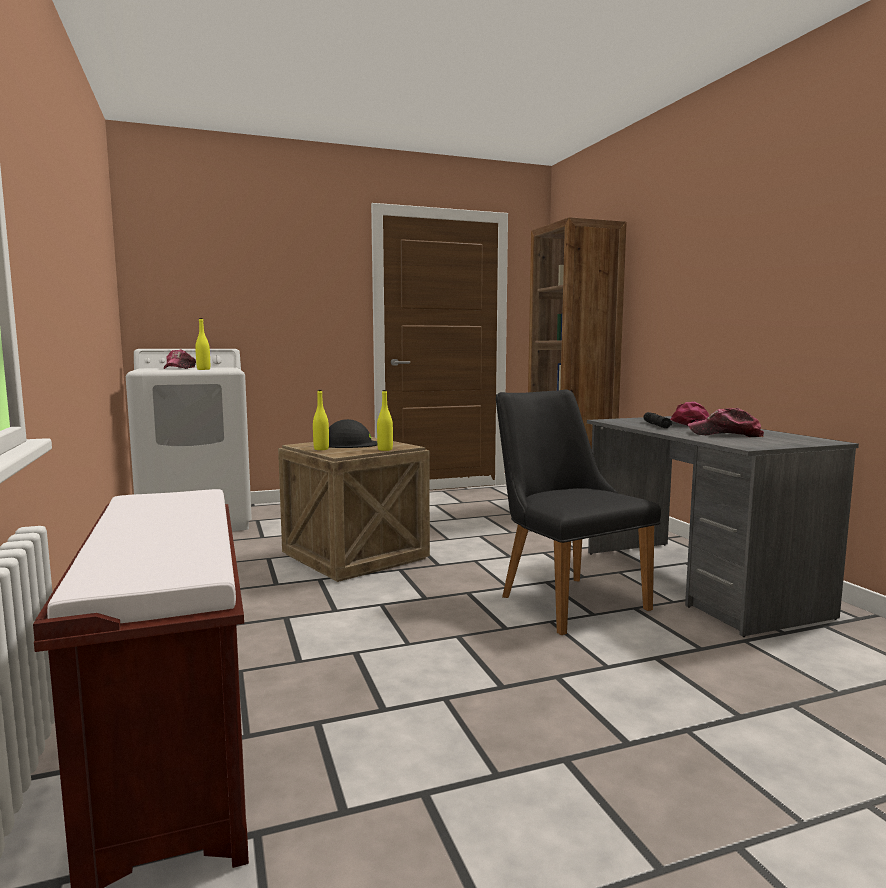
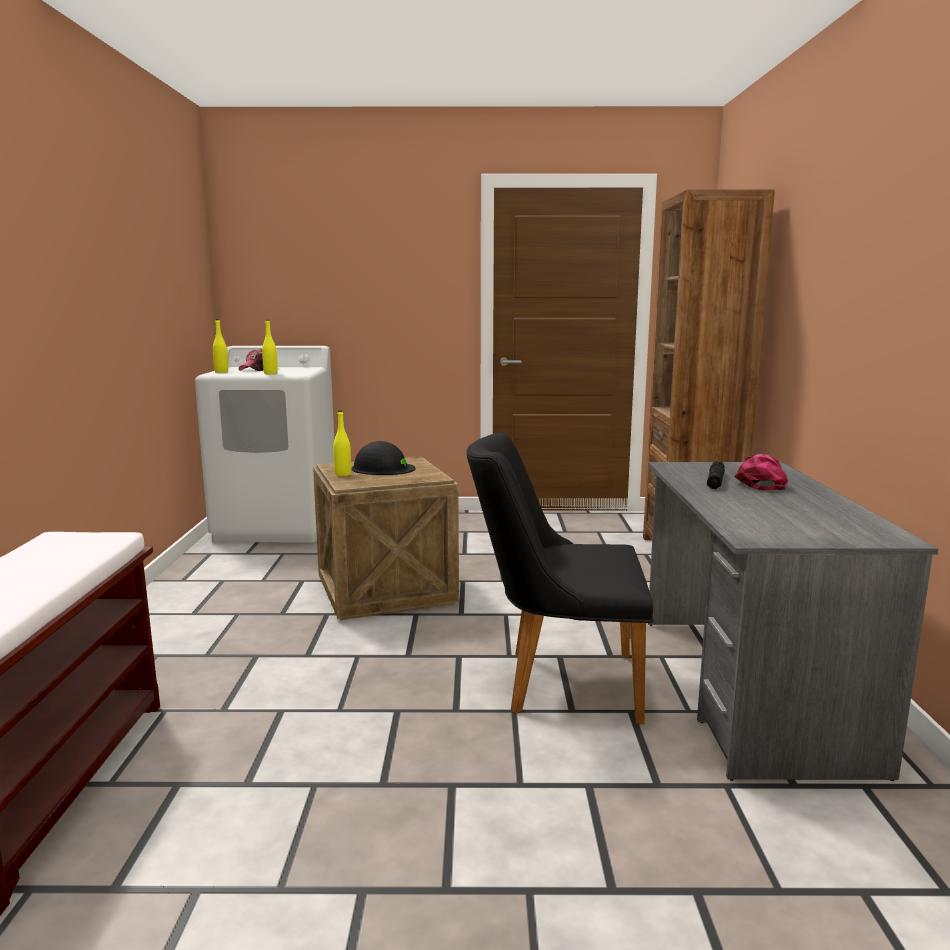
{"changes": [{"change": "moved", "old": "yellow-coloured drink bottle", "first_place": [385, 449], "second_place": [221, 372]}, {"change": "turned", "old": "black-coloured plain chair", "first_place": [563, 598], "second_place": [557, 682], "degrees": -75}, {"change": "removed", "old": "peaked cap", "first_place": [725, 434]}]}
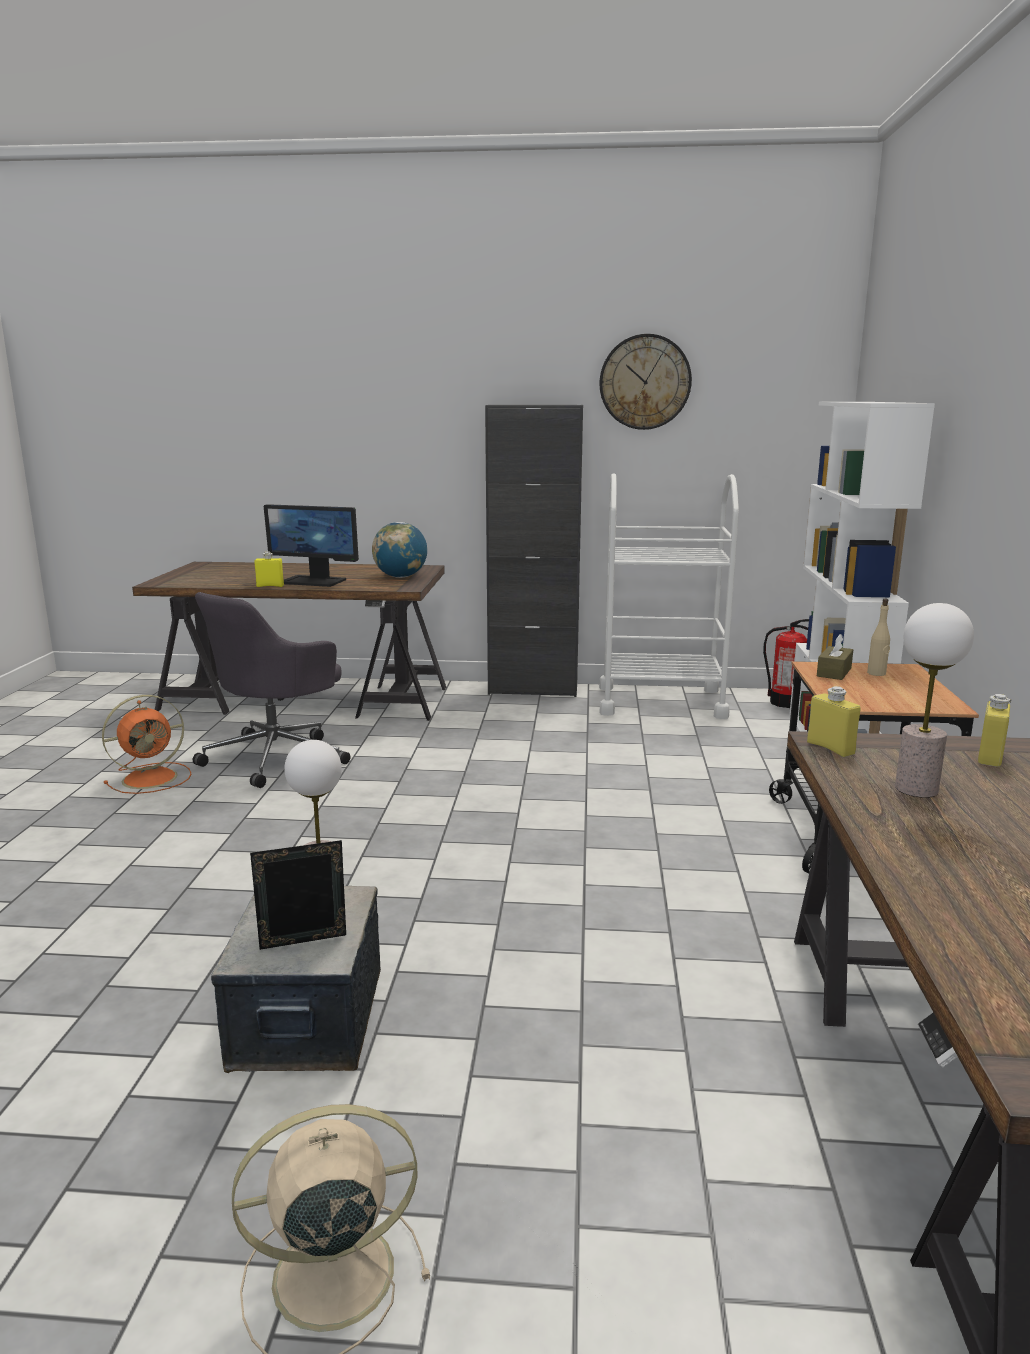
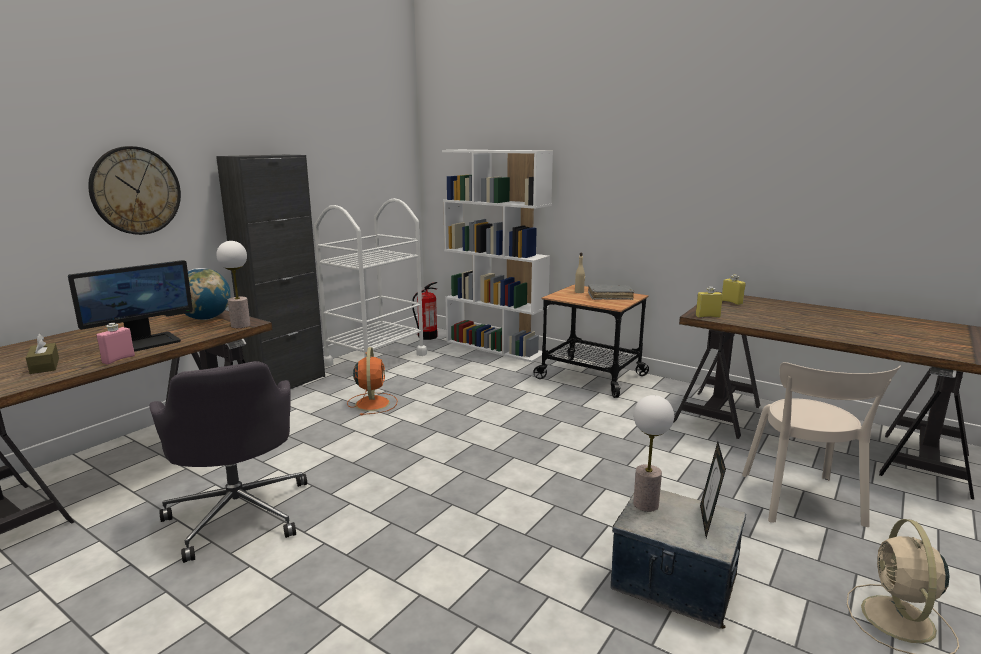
{"changes": [{"change": "moved", "old": "brown-coloured tissue holder", "first_place": [834, 672], "second_place": [44, 366]}, {"change": "moved", "old": "wall clock", "first_place": [645, 382], "second_place": [135, 191]}, {"change": "recoloured", "old": "yellow-coloured drink bottle", "new": "pink drink bottle", "first_place": [270, 586], "second_place": [118, 359]}, {"change": "moved", "old": "table lamp", "first_place": [915, 789], "second_place": [240, 325]}, {"change": "moved", "old": "orangey electric fan", "first_place": [152, 778], "second_place": [372, 403]}, {"change": "added", "new": "greyish volume", "second_place": [610, 297]}, {"change": "added", "new": "sand-coloured plain chair", "second_place": [803, 502]}]}
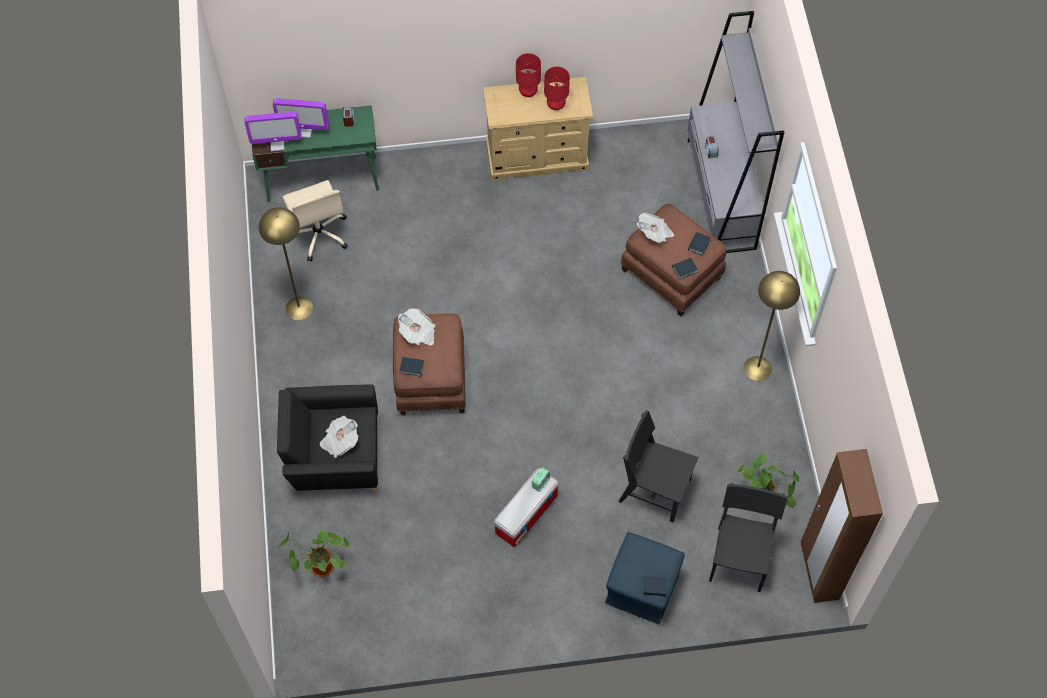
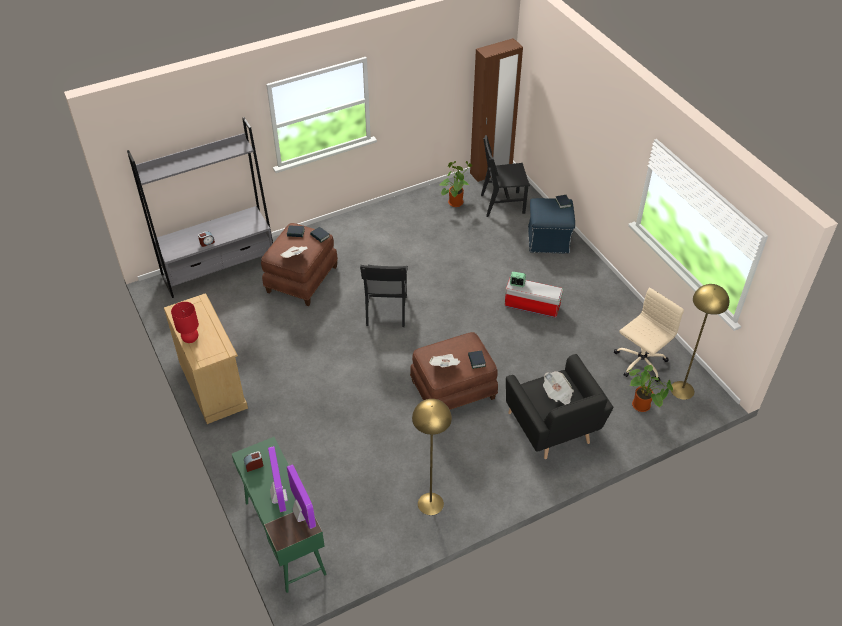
{"changes": [{"change": "moved", "old": "black-coloured plain chair", "first_place": [654, 490], "second_place": [386, 310]}, {"change": "moved", "old": "sand-coloured office chair", "first_place": [319, 234], "second_place": [640, 363]}, {"change": "moved", "old": "yellow-coloured floor lamp", "first_place": [757, 368], "second_place": [682, 390]}, {"change": "removed", "old": "red-coloured table lamp", "first_place": [556, 105]}]}
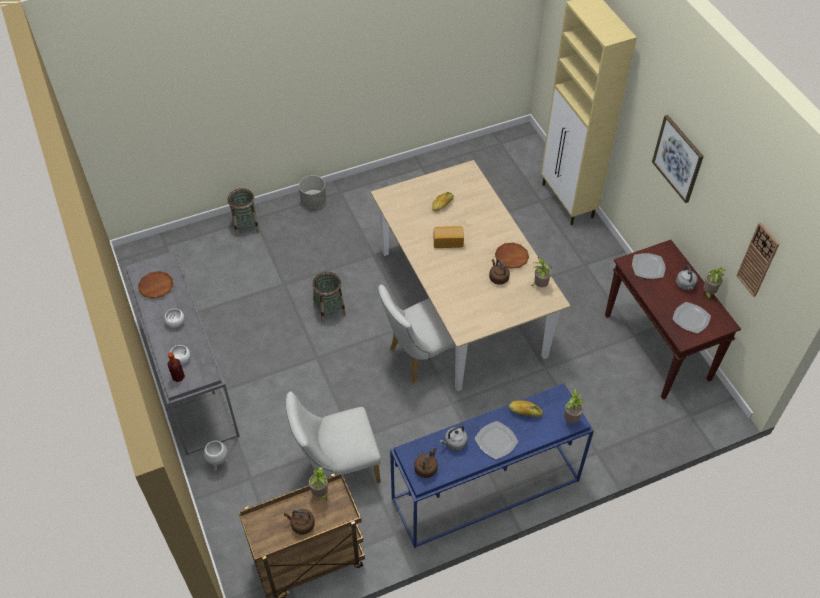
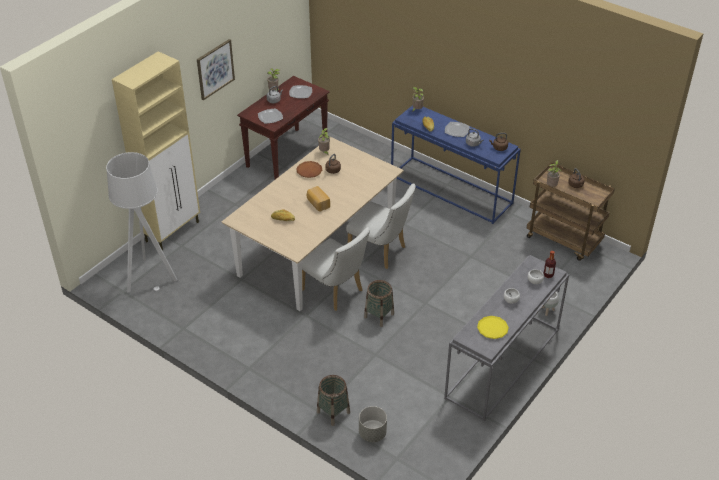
{"changes": [{"change": "added", "new": "greyish floor lamp", "second_place": [149, 277]}, {"change": "moved", "old": "white plain chair", "first_place": [337, 468], "second_place": [335, 292]}, {"change": "moved", "old": "greyish plant pot", "first_place": [314, 201], "second_place": [372, 433]}, {"change": "recoloured", "old": "brown-coloured flat dish", "new": "yellow-coloured flat dish", "first_place": [156, 286], "second_place": [492, 329]}, {"change": "removed", "old": "wall clock", "first_place": [758, 260]}]}
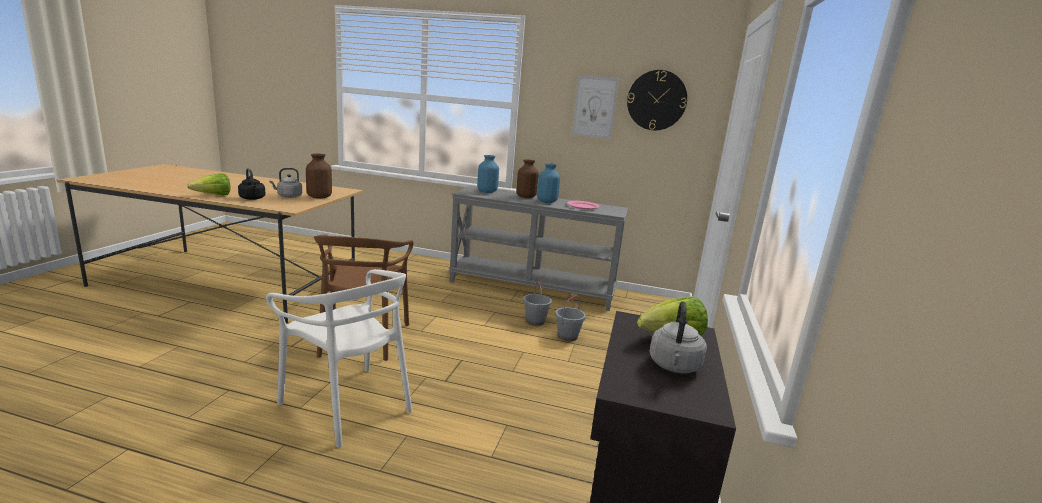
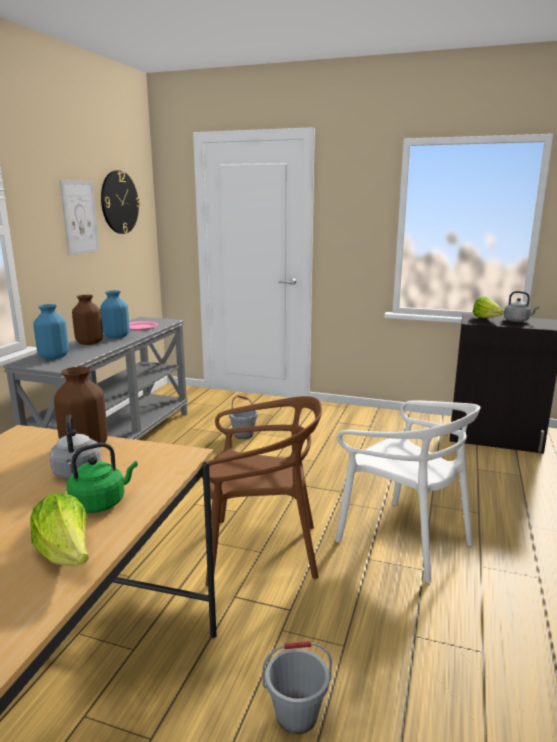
{"changes": [{"change": "recoloured", "old": "black-coloured kettle", "new": "greenish kettle", "first_place": [252, 198], "second_place": [101, 503]}, {"change": "moved", "old": "greyish pail", "first_place": [535, 321], "second_place": [297, 714]}, {"change": "turned", "old": "white plain chair", "first_place": [348, 405], "second_place": [404, 540], "degrees": 90}]}
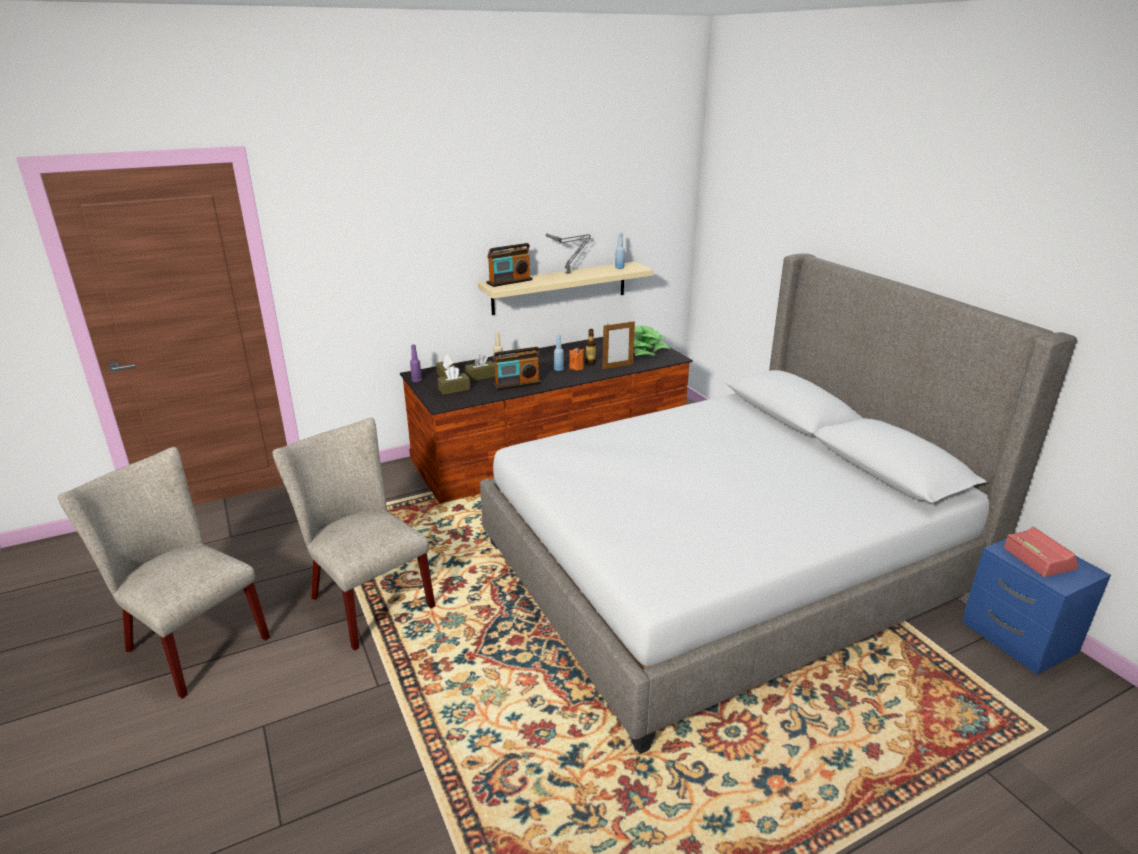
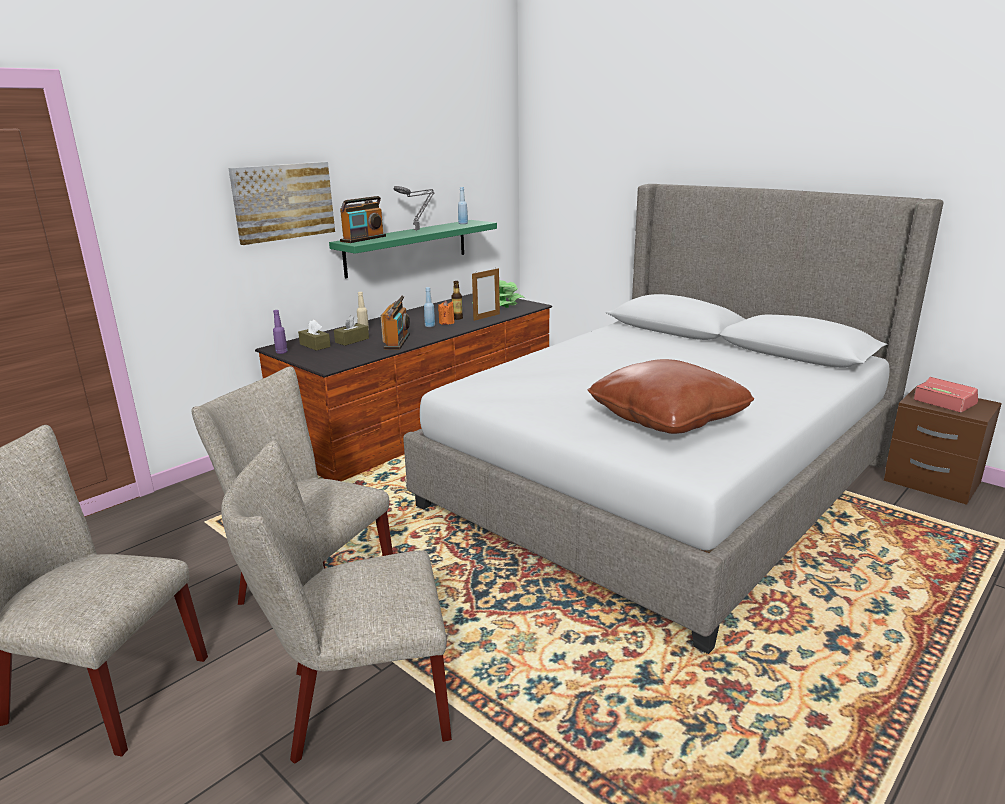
{"changes": [{"change": "added", "new": "sand-coloured plain chair", "second_place": [357, 703]}, {"change": "added", "new": "wall art", "second_place": [283, 201]}, {"change": "recoloured", "old": "sand-coloured wall shelf", "new": "greenish wall shelf", "first_place": [559, 287], "second_place": [407, 247]}, {"change": "turned", "old": "radio", "first_place": [517, 384], "second_place": [397, 341], "degrees": -45}, {"change": "added", "new": "brown-coloured pillow", "second_place": [667, 418]}, {"change": "recoloured", "old": "bluish bedside table", "new": "brown-coloured bedside table", "first_place": [1017, 638], "second_place": [931, 482]}, {"change": "removed", "old": "brown-coloured tissue holder", "first_place": [454, 389]}]}
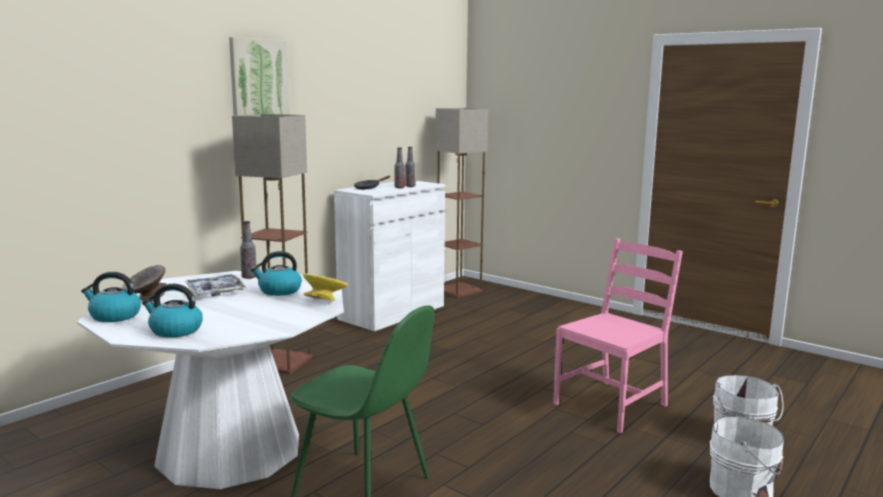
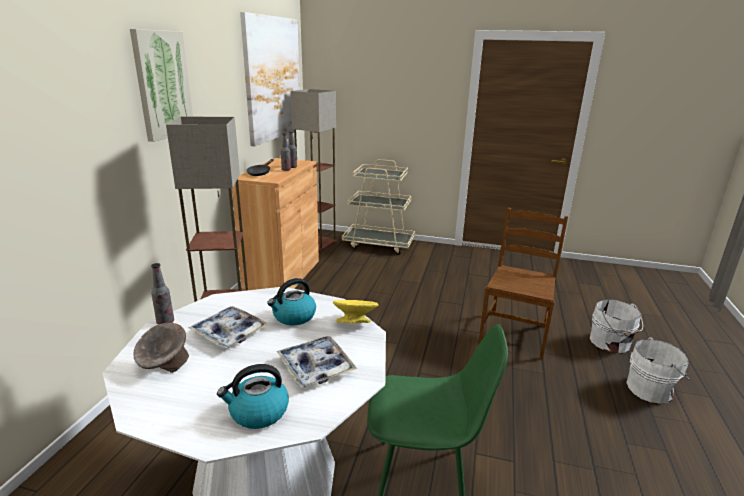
{"changes": [{"change": "moved", "old": "drink bottle", "first_place": [249, 277], "second_place": [165, 322]}, {"change": "recoloured", "old": "white storage cabinet", "new": "brown-coloured storage cabinet", "first_place": [392, 312], "second_place": [283, 275]}, {"change": "added", "new": "wall art", "second_place": [273, 79]}, {"change": "added", "new": "carrying tray", "second_place": [316, 367]}, {"change": "added", "new": "sand-coloured wheeled cart", "second_place": [379, 244]}, {"change": "recoloured", "old": "pink plain chair", "new": "brown-coloured plain chair", "first_place": [611, 404], "second_place": [514, 333]}, {"change": "removed", "old": "kettle", "first_place": [114, 316]}]}
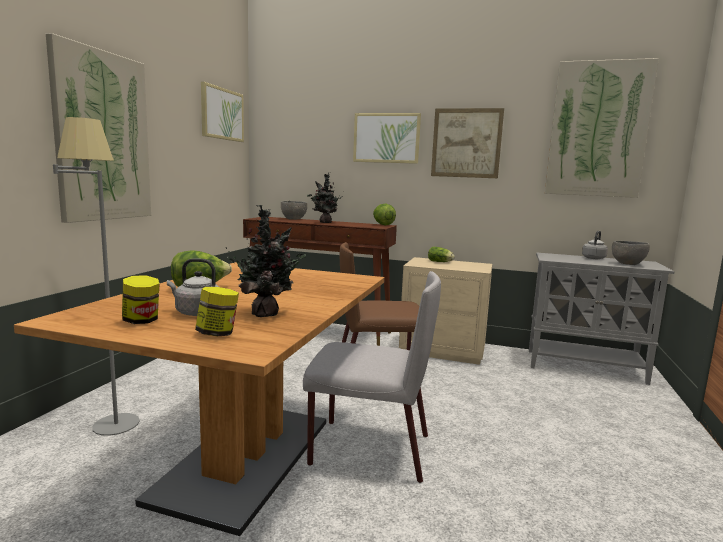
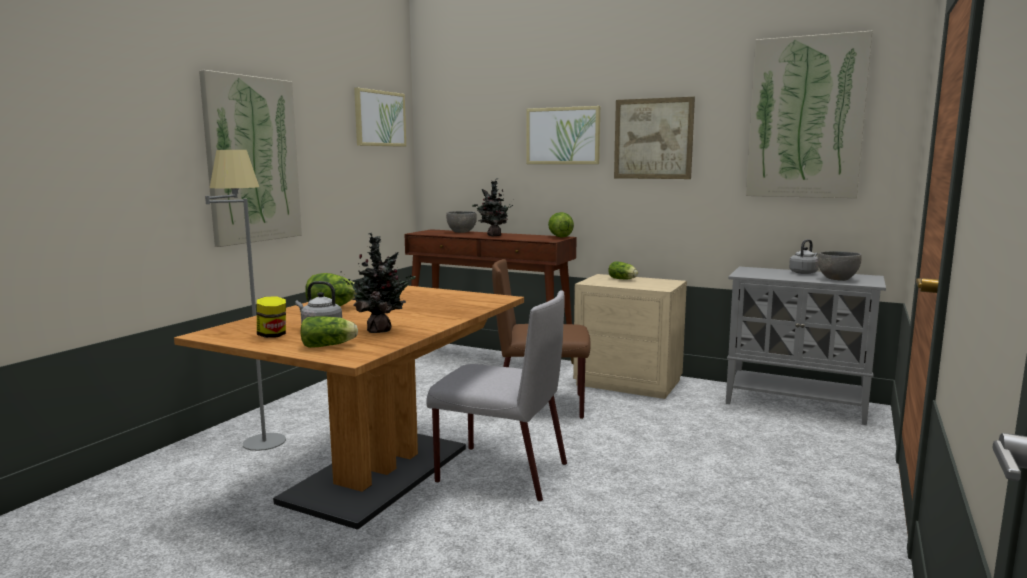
{"changes": [{"change": "replaced", "old": "jar", "new": "lettuce head", "first_place": [217, 334], "second_place": [330, 345]}]}
